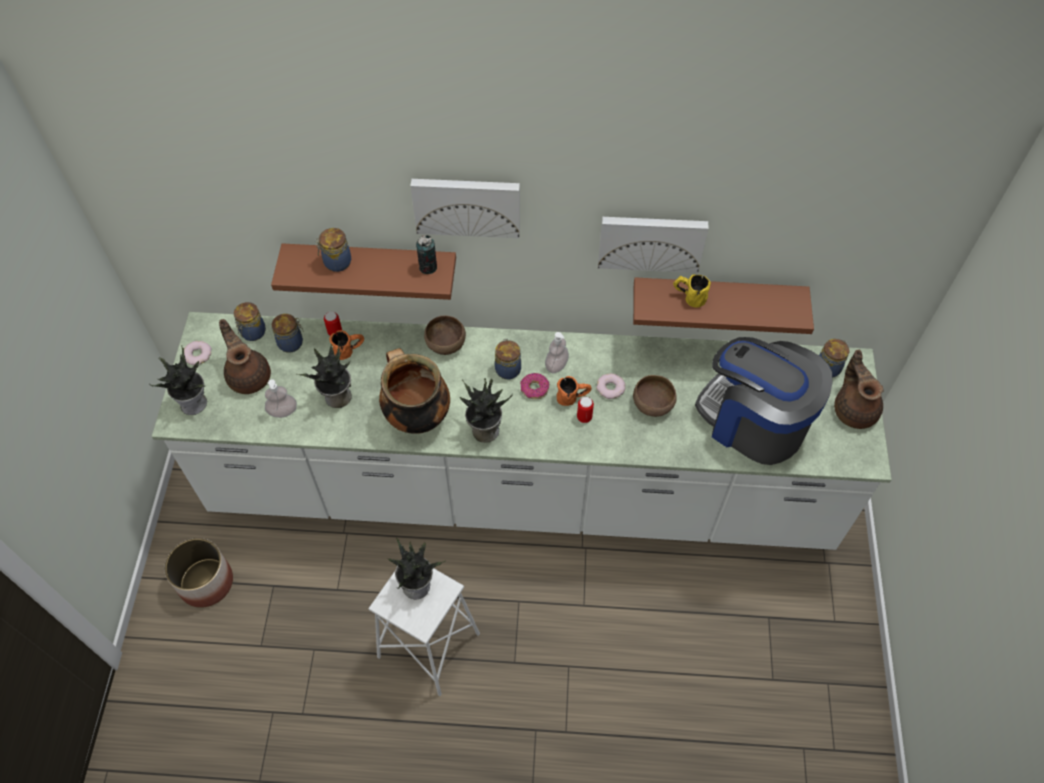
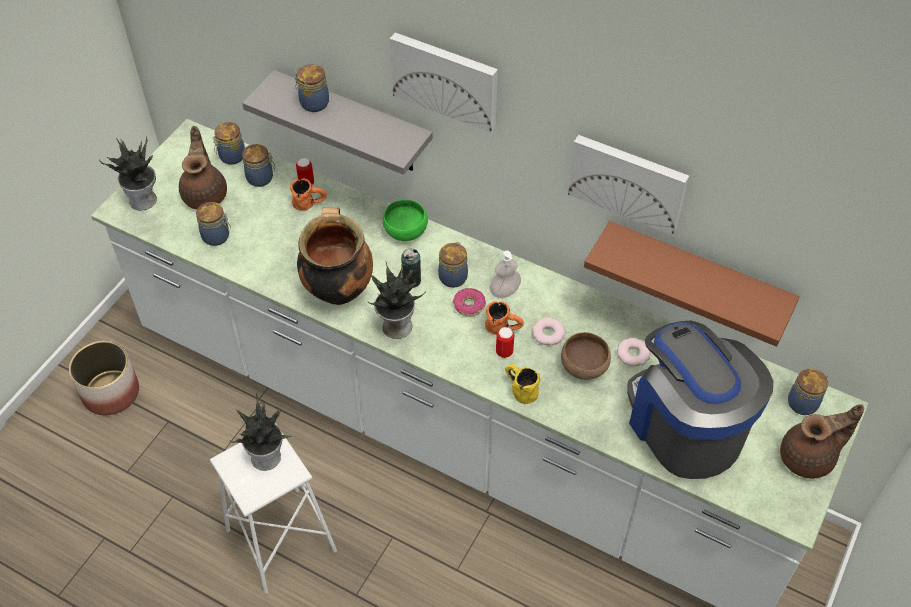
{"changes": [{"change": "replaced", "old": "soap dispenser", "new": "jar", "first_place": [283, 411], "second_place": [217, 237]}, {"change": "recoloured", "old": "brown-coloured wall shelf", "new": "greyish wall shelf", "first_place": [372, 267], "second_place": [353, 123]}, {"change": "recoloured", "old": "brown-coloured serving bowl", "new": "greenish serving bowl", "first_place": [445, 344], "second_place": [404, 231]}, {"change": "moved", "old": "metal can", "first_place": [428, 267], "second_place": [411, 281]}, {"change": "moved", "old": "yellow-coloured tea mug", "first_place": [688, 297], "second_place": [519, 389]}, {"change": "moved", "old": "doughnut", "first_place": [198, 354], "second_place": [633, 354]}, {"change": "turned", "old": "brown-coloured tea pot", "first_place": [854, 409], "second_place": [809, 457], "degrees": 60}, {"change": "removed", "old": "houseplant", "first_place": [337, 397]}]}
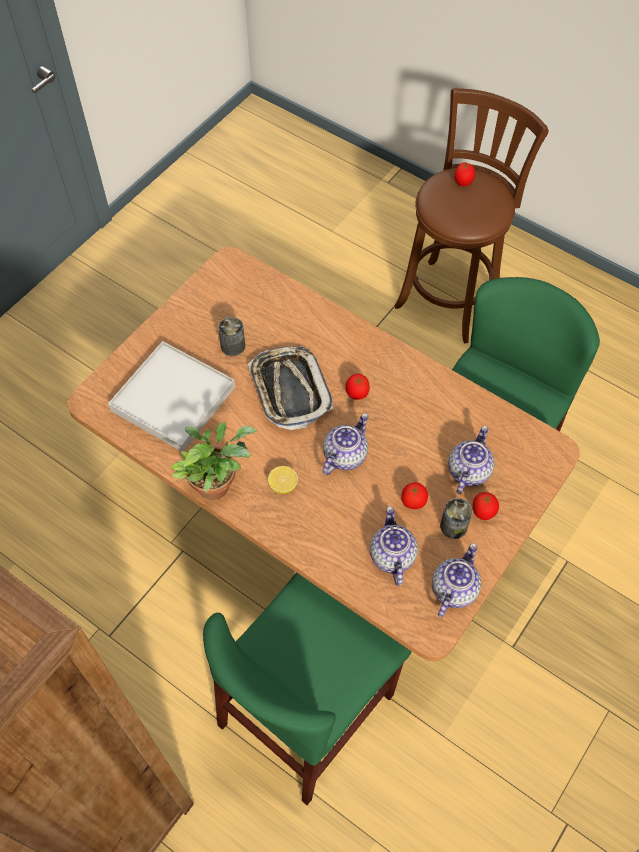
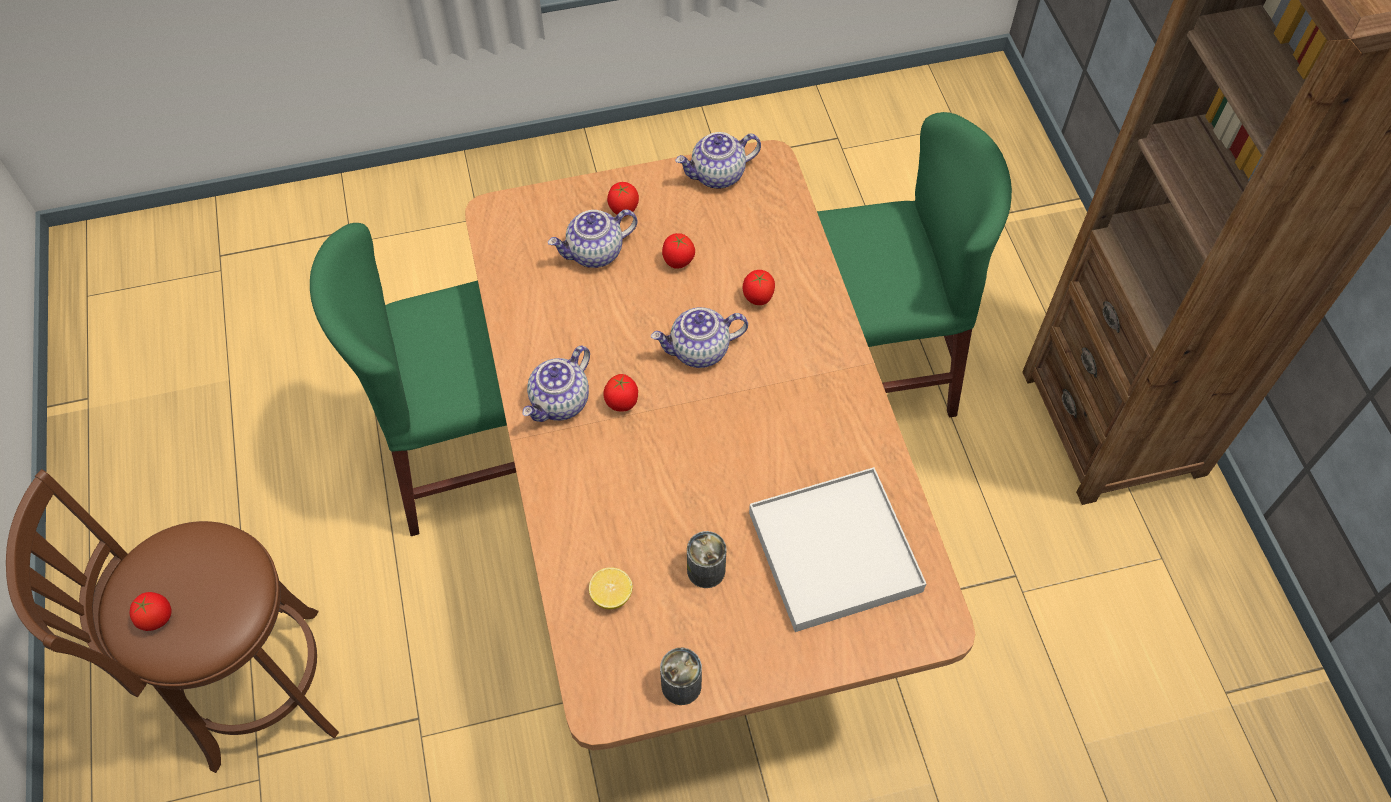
{"changes": [{"change": "moved", "old": "tea pot", "first_place": [391, 555], "second_place": [560, 402]}, {"change": "moved", "old": "whole lemon", "first_place": [283, 485], "second_place": [611, 595]}, {"change": "moved", "old": "metal can", "first_place": [453, 526], "second_place": [681, 685]}, {"change": "added", "new": "whole tomato", "second_place": [757, 299]}, {"change": "removed", "old": "houseplant", "first_place": [217, 483]}, {"change": "removed", "old": "carrying tray", "first_place": [289, 390]}]}
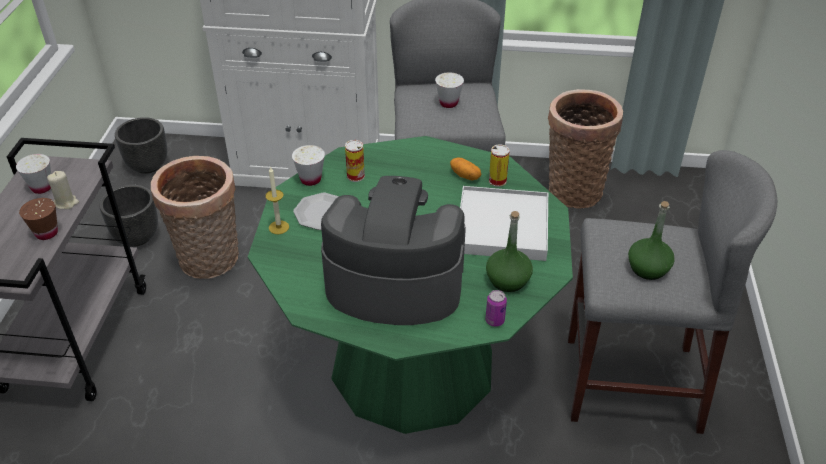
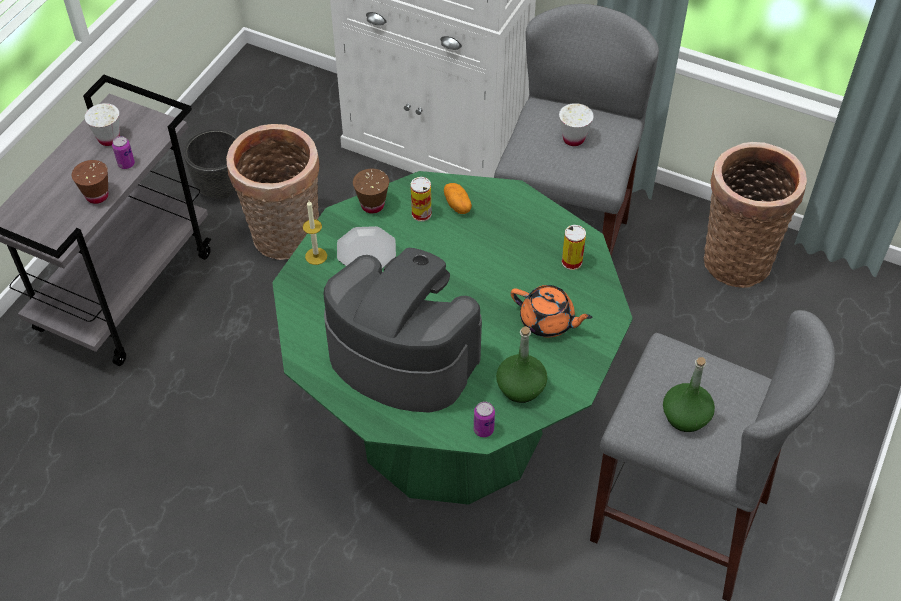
{"changes": [{"change": "replaced", "old": "sand-coloured candle", "new": "metal can", "first_place": [66, 203], "second_place": [126, 164]}, {"change": "recoloured", "old": "white cup", "new": "brown-coloured cup", "first_place": [310, 179], "second_place": [372, 205]}, {"change": "moved", "old": "whole potato", "first_place": [465, 175], "second_place": [457, 205]}, {"change": "replaced", "old": "white carrying tray", "new": "orangey tea pot", "first_place": [502, 227], "second_place": [548, 321]}, {"change": "removed", "old": "black-coloured plant pot", "first_place": [148, 165]}]}
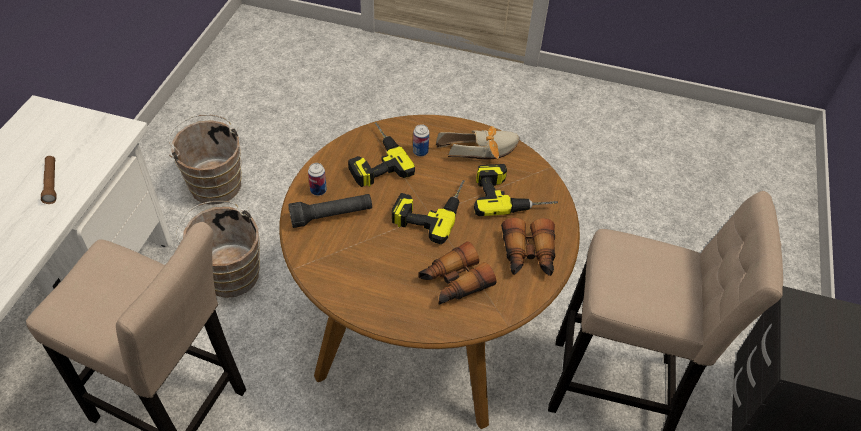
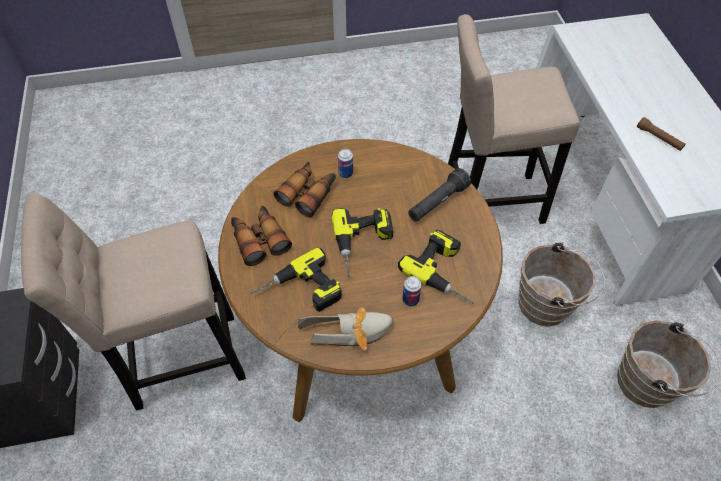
{"changes": [{"change": "turned", "old": "item of footwear", "first_place": [483, 150], "second_place": [352, 332], "degrees": -150}, {"change": "moved", "old": "metal can", "first_place": [318, 190], "second_place": [345, 173]}]}
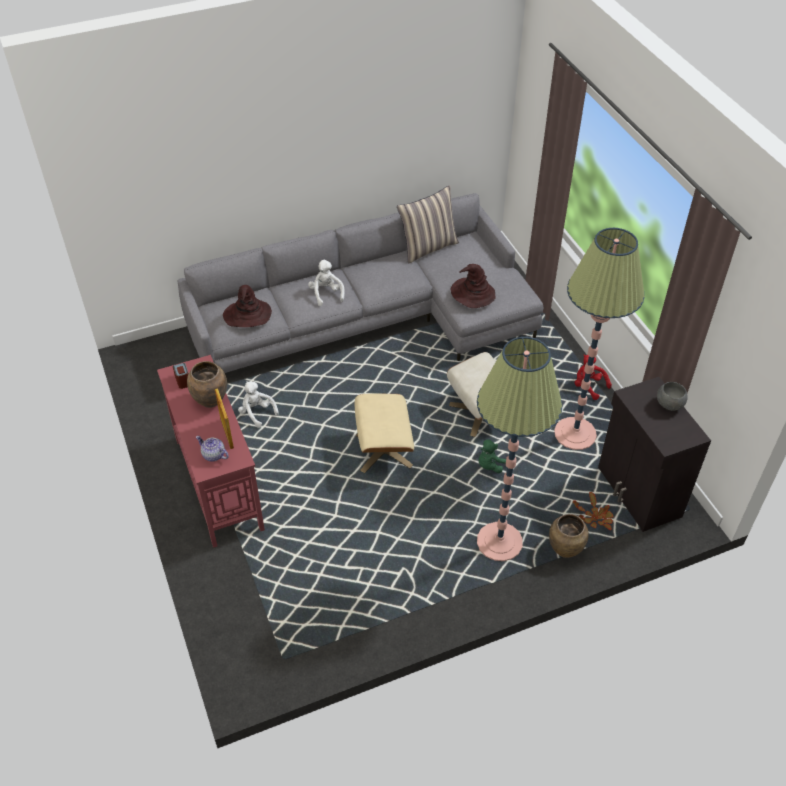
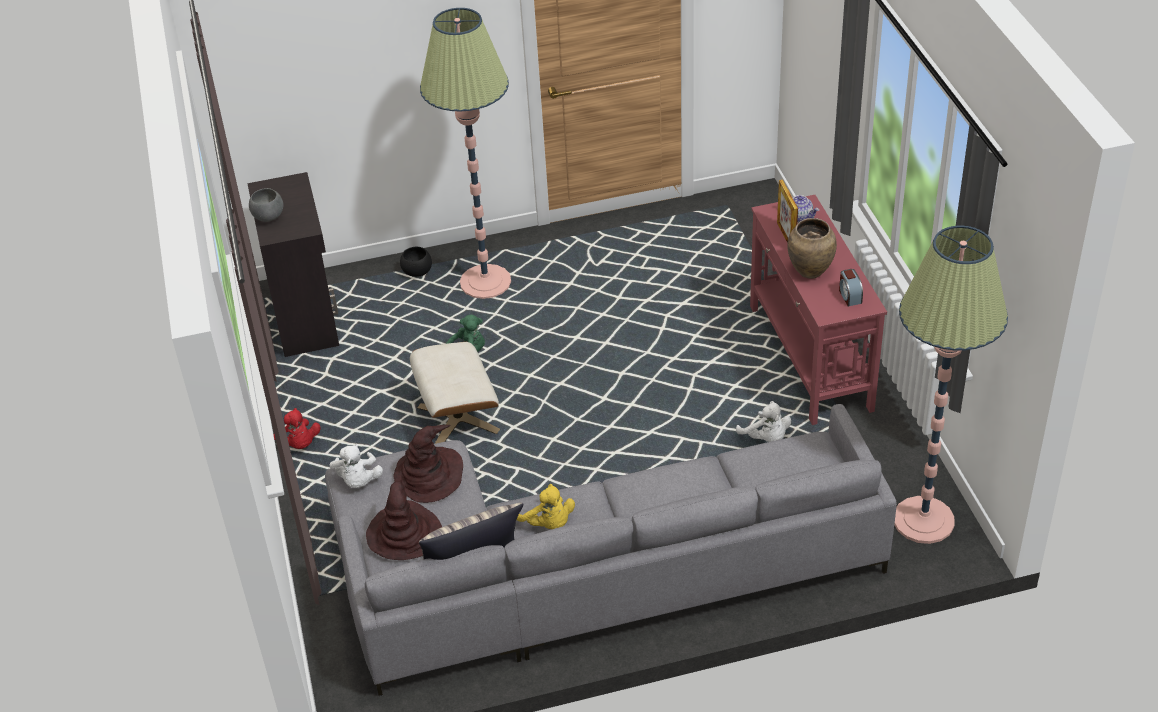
{"changes": [{"change": "moved", "old": "white soft toy", "first_place": [326, 293], "second_place": [358, 481]}, {"change": "moved", "old": "brown-coloured hat", "first_place": [247, 315], "second_place": [404, 534]}, {"change": "replaced", "old": "brown-coloured flower vase", "new": "black-coloured serving bowl", "first_place": [565, 550], "second_place": [417, 272]}, {"change": "added", "new": "yellow-coloured soft toy", "second_place": [548, 523]}, {"change": "moved", "old": "floor lamp", "first_place": [575, 434], "second_place": [923, 520]}, {"change": "removed", "old": "sand-coloured pouffe", "first_place": [383, 450]}, {"change": "removed", "old": "houseplant", "first_place": [595, 518]}]}
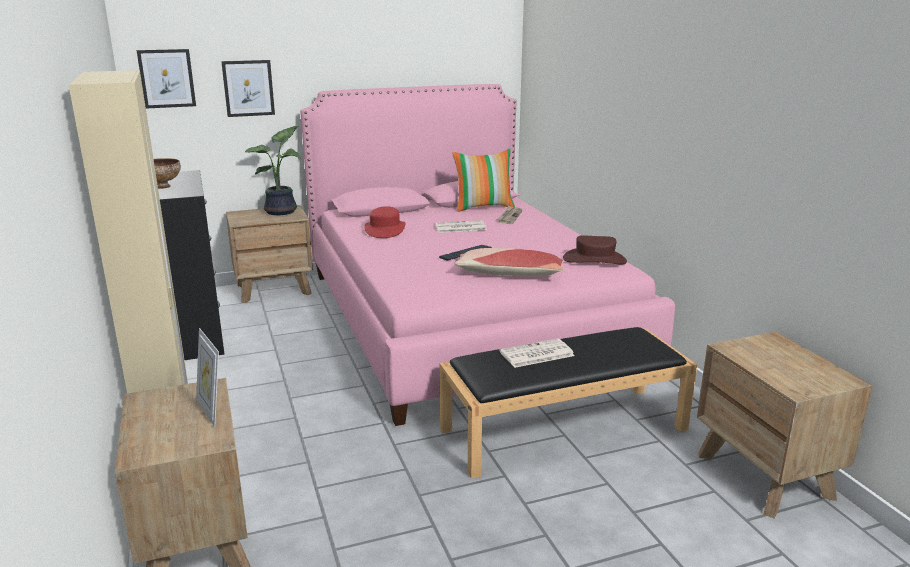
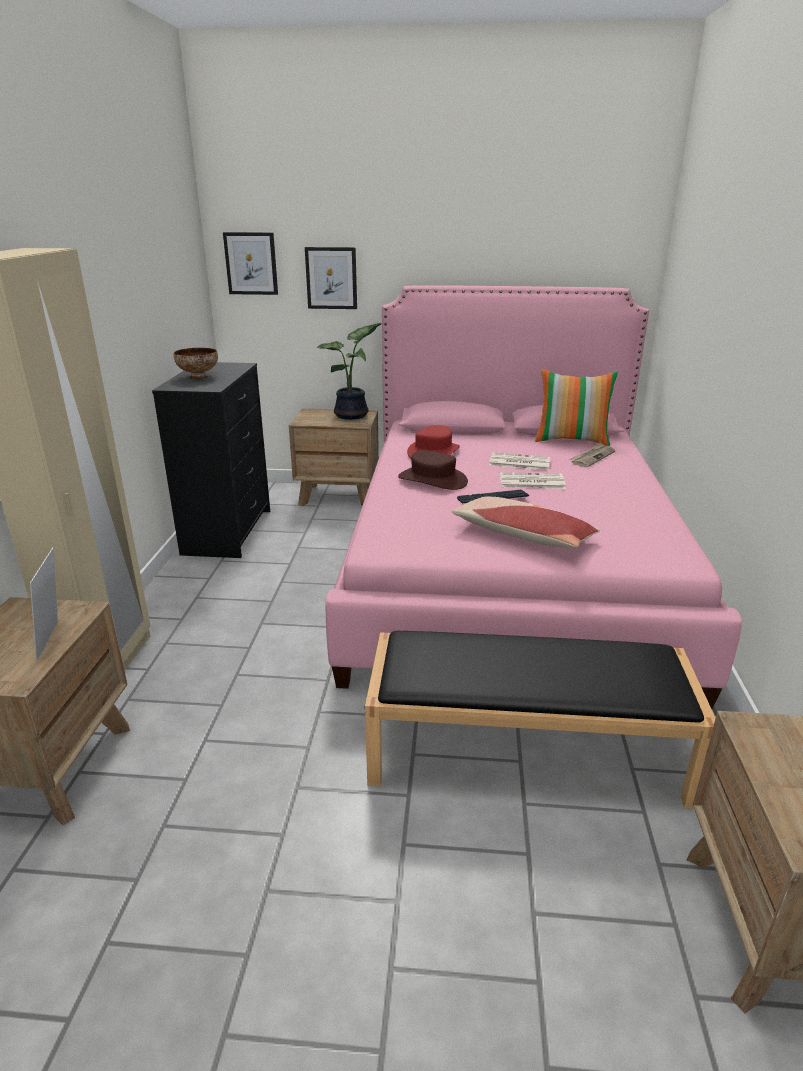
{"changes": [{"change": "moved", "old": "brown-coloured hat", "first_place": [594, 259], "second_place": [433, 479]}, {"change": "moved", "old": "printed paper", "first_place": [536, 354], "second_place": [531, 482]}]}
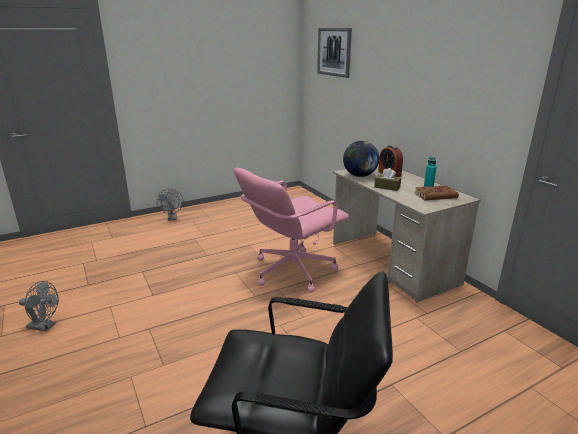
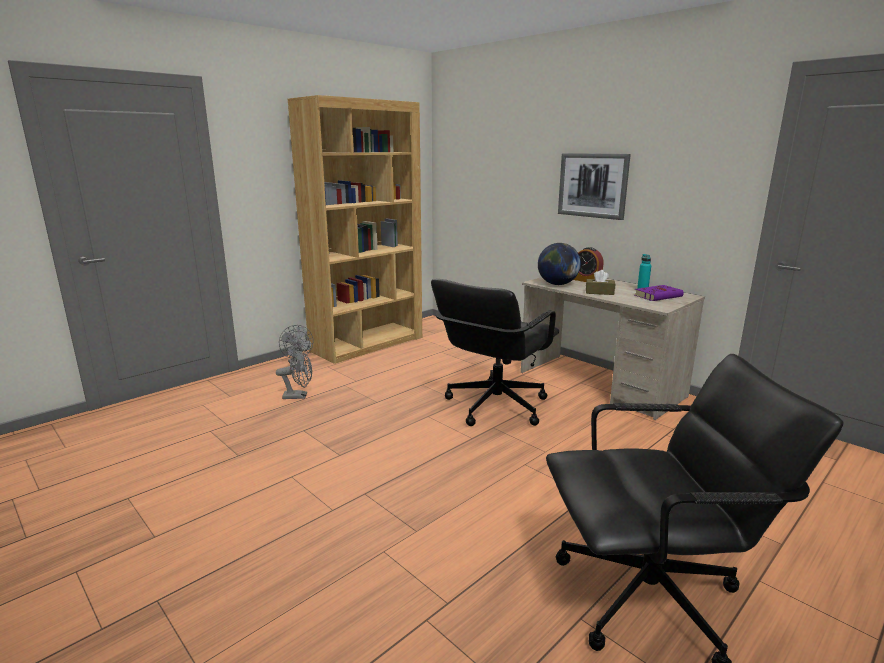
{"changes": [{"change": "moved", "old": "greyish electric fan", "first_place": [45, 326], "second_place": [299, 396]}, {"change": "added", "new": "brown-coloured shelving unit", "second_place": [367, 344]}, {"change": "recoloured", "old": "pink office chair", "new": "black-coloured office chair", "first_place": [292, 271], "second_place": [494, 406]}, {"change": "moved", "old": "wall art", "first_place": [334, 52], "second_place": [592, 185]}, {"change": "recoloured", "old": "brown-coloured volume", "new": "purplish volume", "first_place": [436, 195], "second_place": [659, 296]}]}
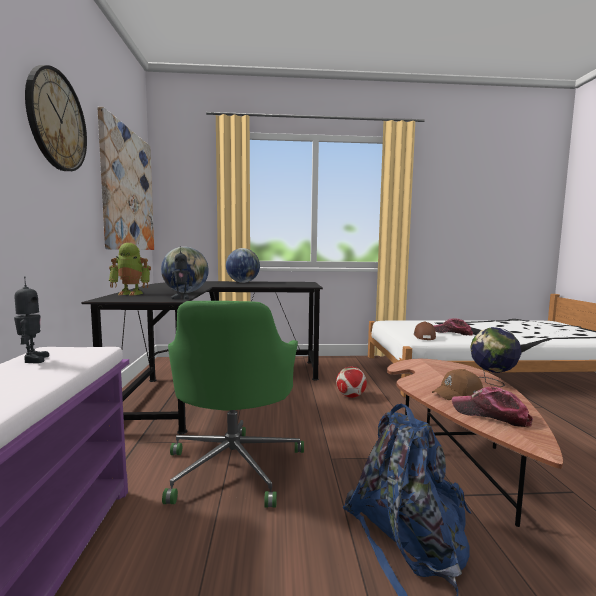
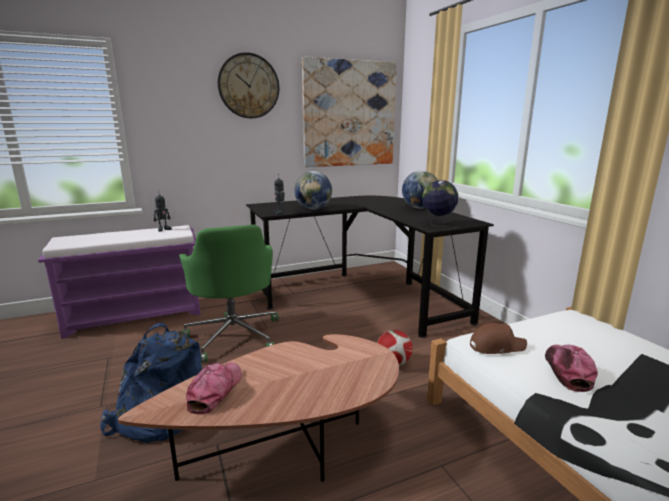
{"changes": [{"change": "turned", "old": "greenish office chair", "first_place": [234, 465], "second_place": [234, 335], "degrees": -90}, {"change": "moved", "old": "globe", "first_place": [492, 383], "second_place": [438, 224]}, {"change": "removed", "old": "robot figure", "first_place": [131, 293]}, {"change": "removed", "old": "brown-coloured peaked cap", "first_place": [458, 393]}]}
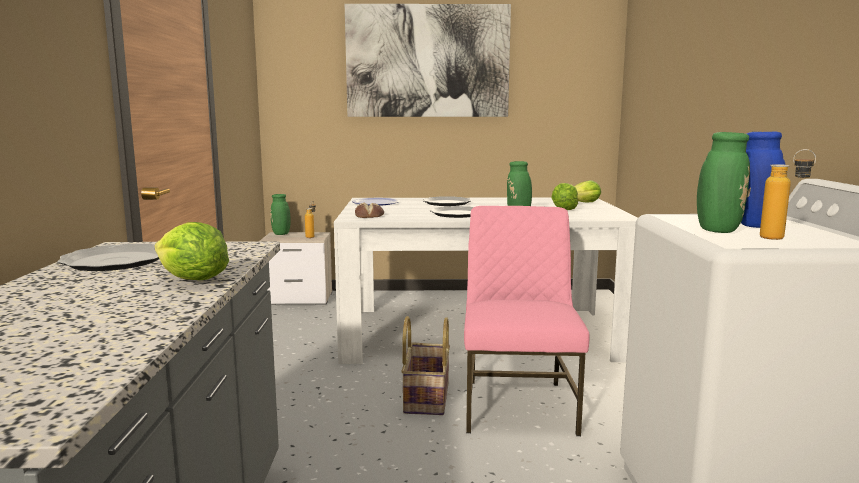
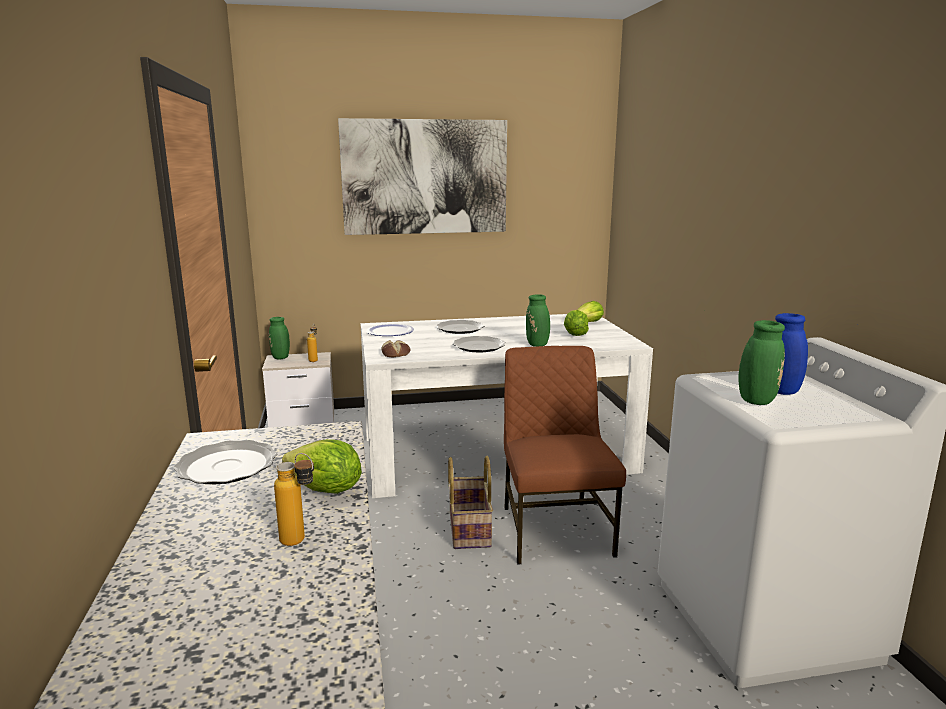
{"changes": [{"change": "moved", "old": "drink bottle", "first_place": [782, 239], "second_place": [300, 542]}, {"change": "recoloured", "old": "pink plain chair", "new": "brown-coloured plain chair", "first_place": [518, 405], "second_place": [554, 529]}]}
